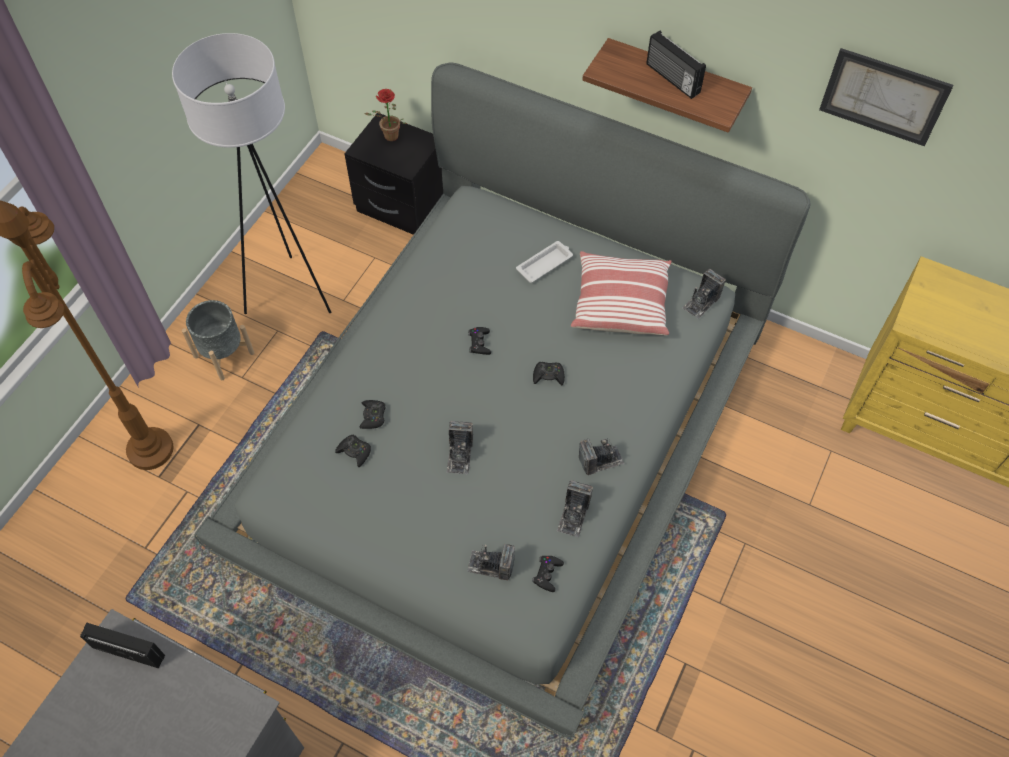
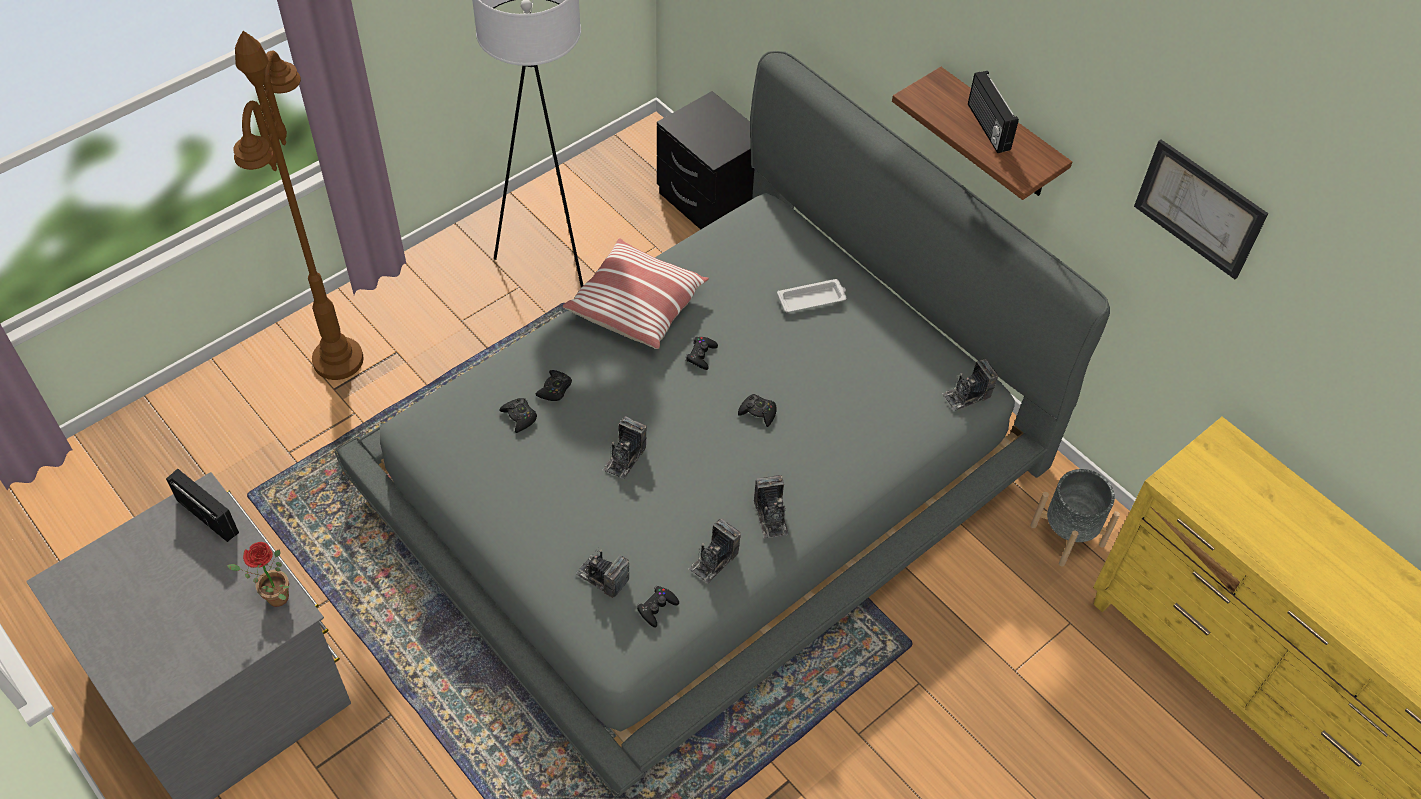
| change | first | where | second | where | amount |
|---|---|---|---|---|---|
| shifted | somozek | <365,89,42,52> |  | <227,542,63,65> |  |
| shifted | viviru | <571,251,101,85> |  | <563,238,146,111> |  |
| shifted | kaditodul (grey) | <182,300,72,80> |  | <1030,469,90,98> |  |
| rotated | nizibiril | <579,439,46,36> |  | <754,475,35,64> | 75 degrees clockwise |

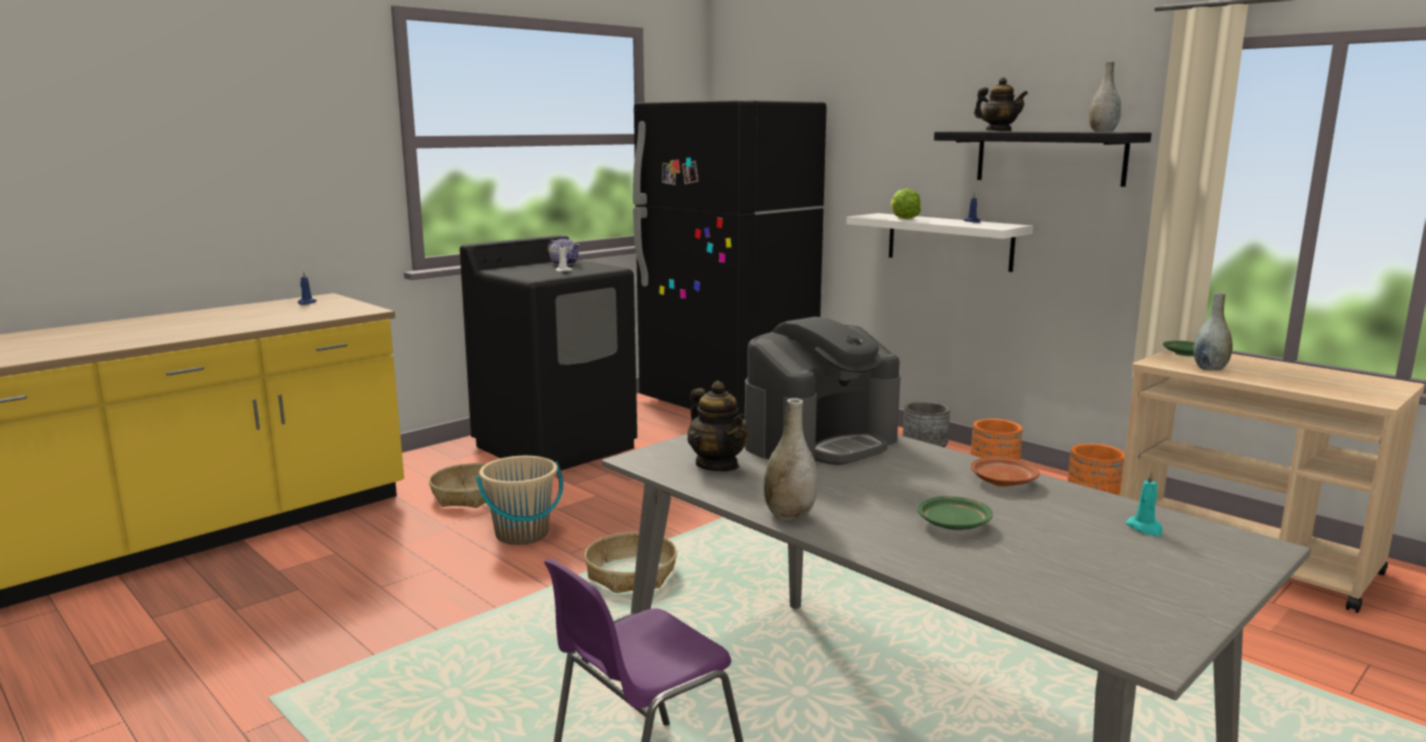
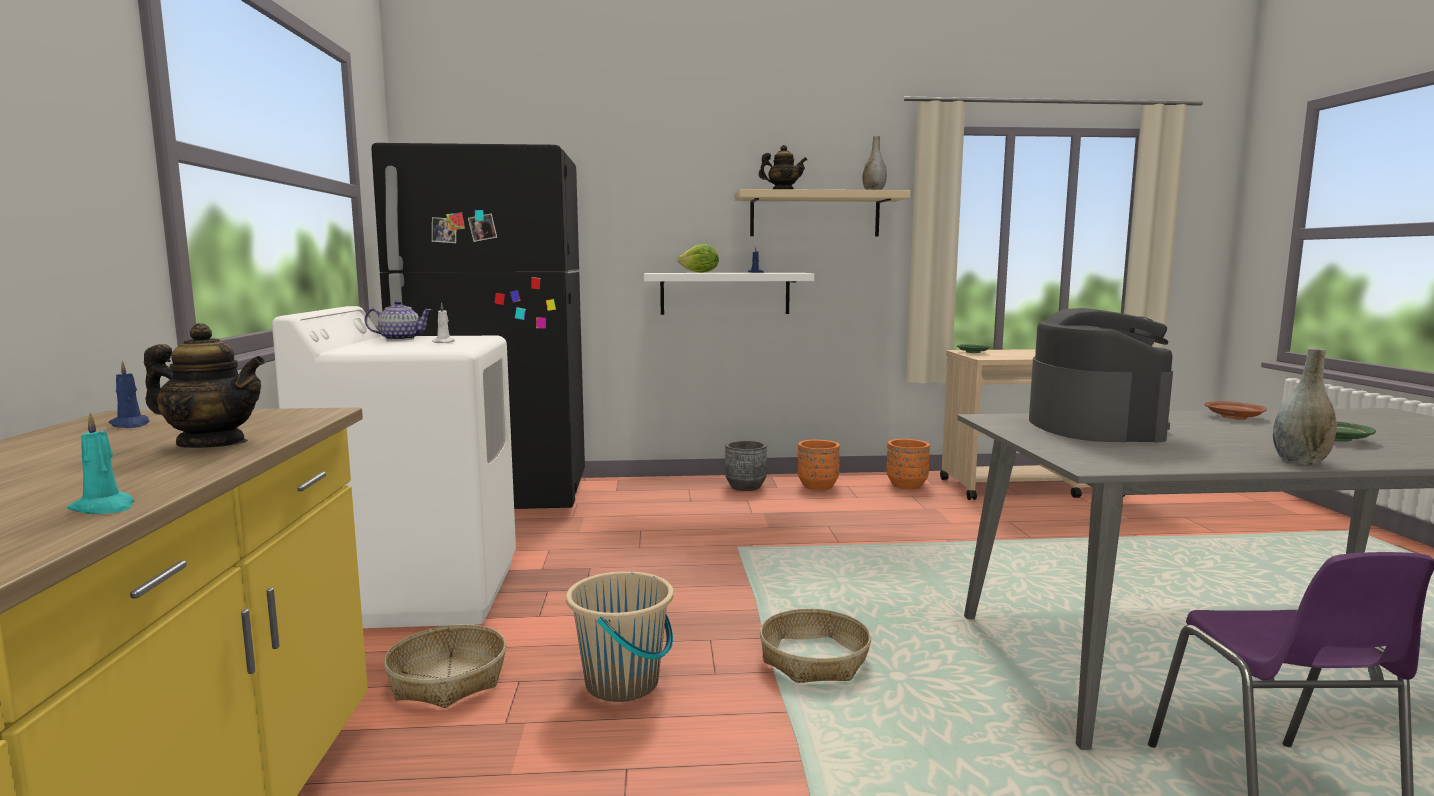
| change | first | where | second | where | amount |
|---|---|---|---|---|---|
| repainted | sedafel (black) | <934,131,218,56> | sedafel (beige) | <735,189,175,48> |  |
| repainted | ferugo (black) | <460,235,177,235> | ferugo (white) | <272,306,244,322> |  |
| gone | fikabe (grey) | <1194,292,39,79> |  |  |  |
| shifted | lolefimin | <687,381,61,90> |  | <144,323,121,125> |  |
| shifted | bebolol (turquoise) | <1126,470,37,66> |  | <67,412,67,102> |  |

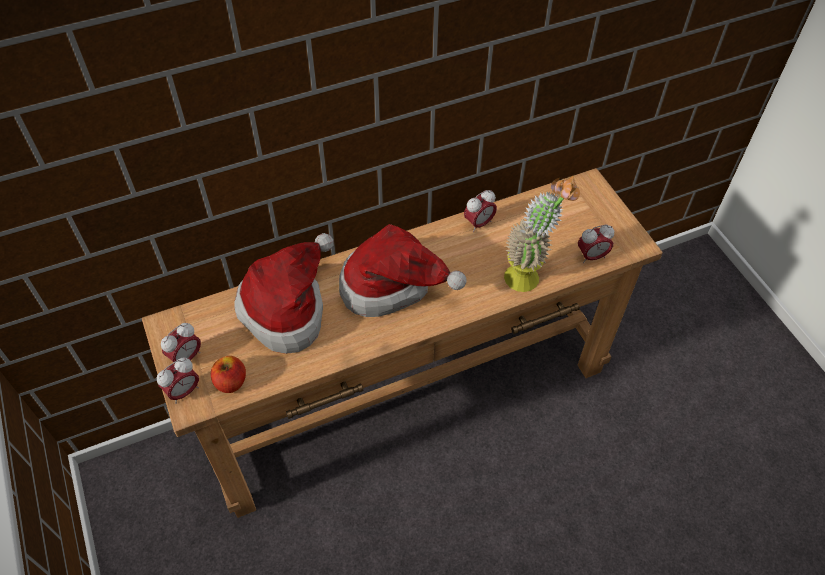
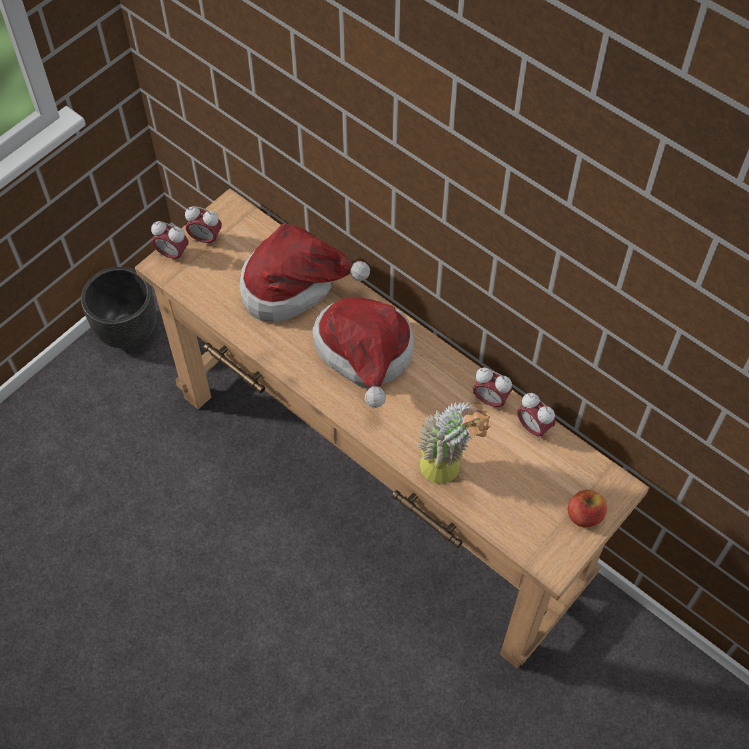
| change | first | where | second | where | amount |
|---|---|---|---|---|---|
| shifted | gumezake | <578,225,36,38> |  | <517,393,38,47> |  |
| shifted | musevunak | <211,356,35,37> |  | <568,490,39,37> |  |
| new |  |  | kaditodul (black) | <81,267,75,82> |  |

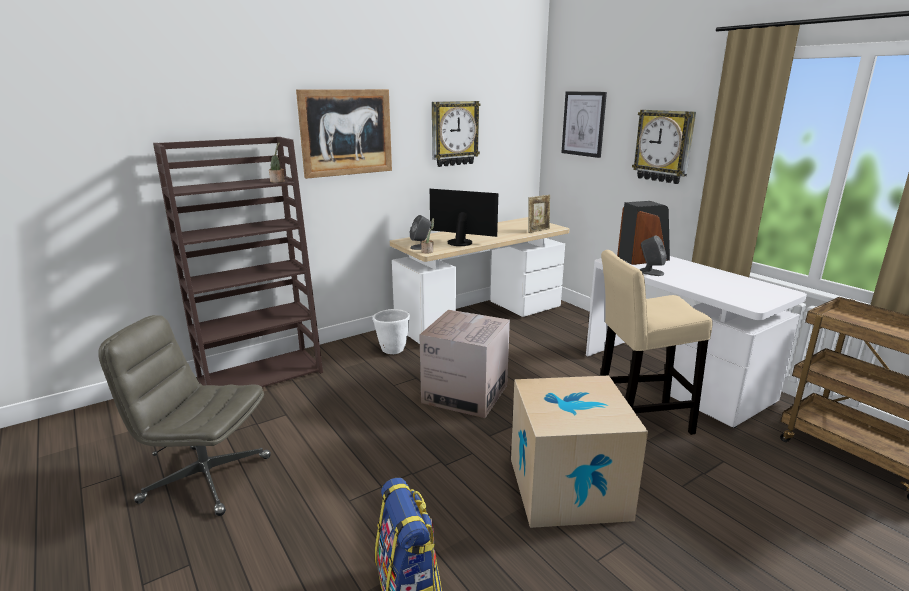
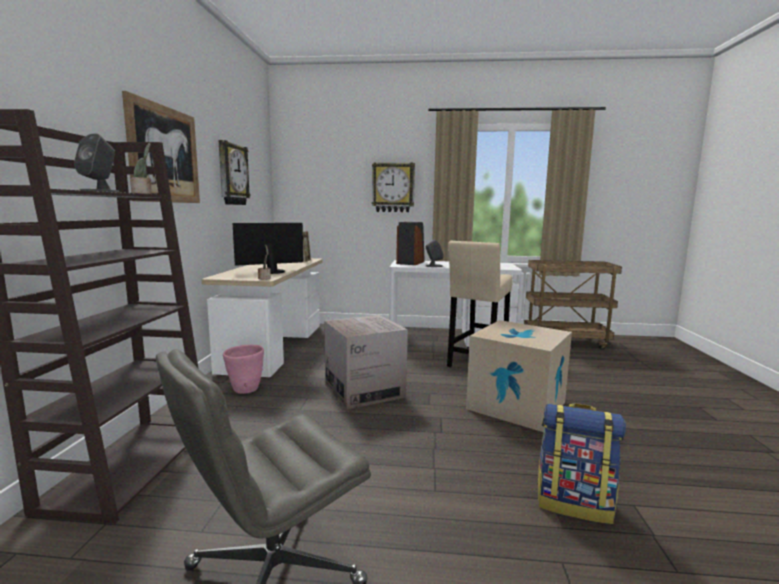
| change | first | where | second | where | amount |
|---|---|---|---|---|---|
| gone | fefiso | <561,91,46,67> |  |  |  |
| shifted | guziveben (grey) | <410,215,21,35> |  | <74,133,46,60> |  |
| repainted | kaditodul (white) | <373,309,37,45> | kaditodul (pink) | <223,345,41,49> |  |

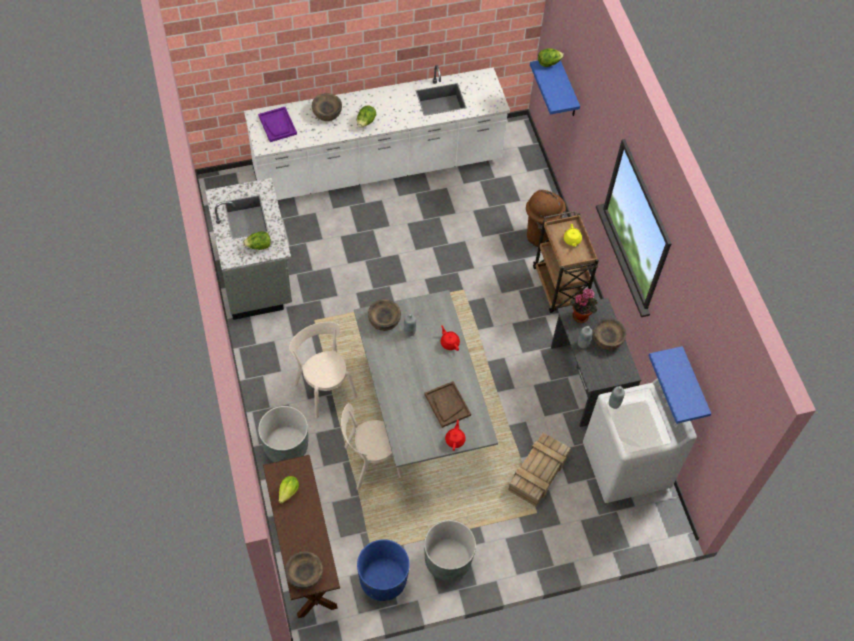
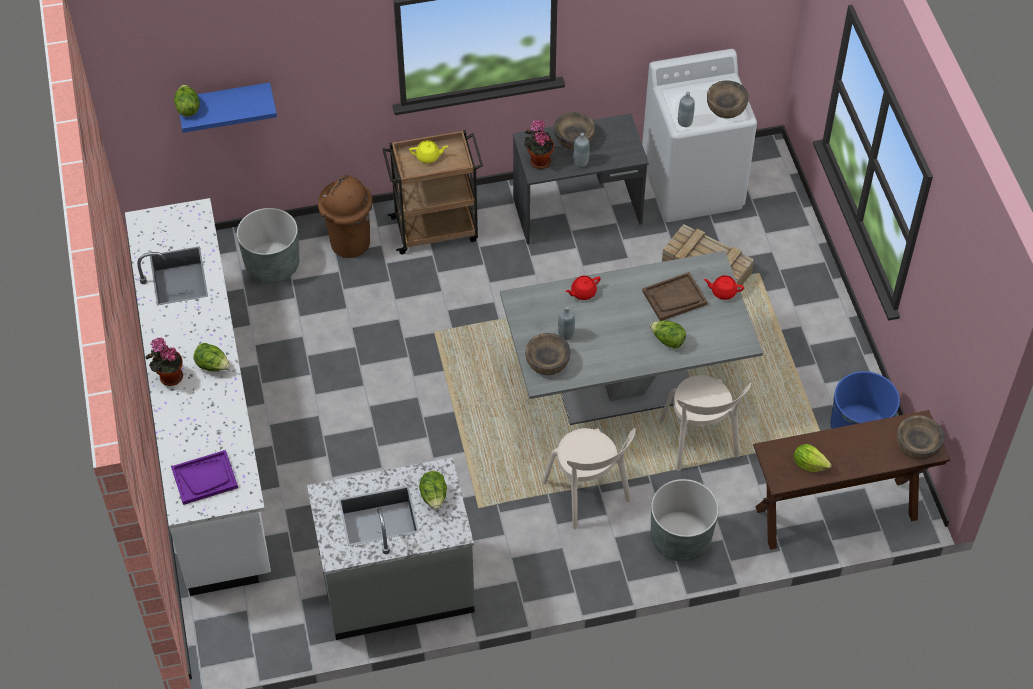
| change | first | where | second | where | amount |
|---|---|---|---|---|---|
| shifted | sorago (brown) | <312,93,30,28> |  | <707,80,42,38> |  |
| rotated | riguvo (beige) | <289,322,68,97> |  | <543,428,93,101> | 90 degrees counterclockwise |
| gone | sedafel (blue) | <649,346,62,78> |  |  |  |
| shifted | kaditodul (grey) | <424,520,52,61> |  | <237,208,63,75> |  |
| new |  |  | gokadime | <650,321,36,28> |  |
| new |  |  | somozek | <146,337,37,49> |  |

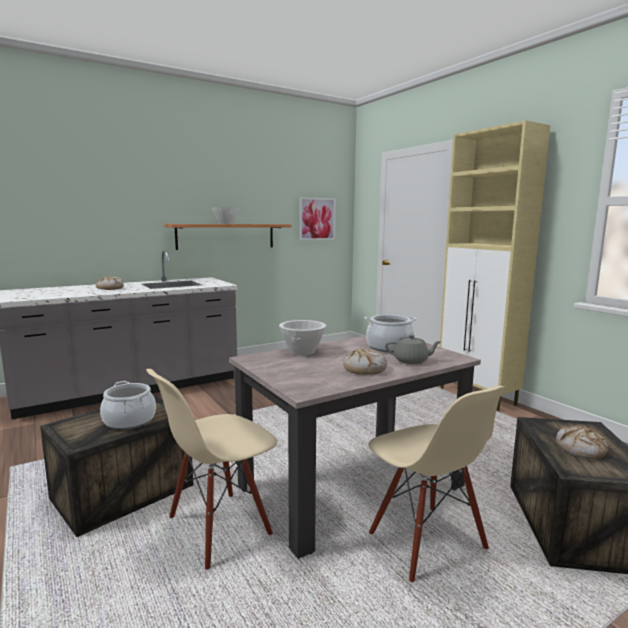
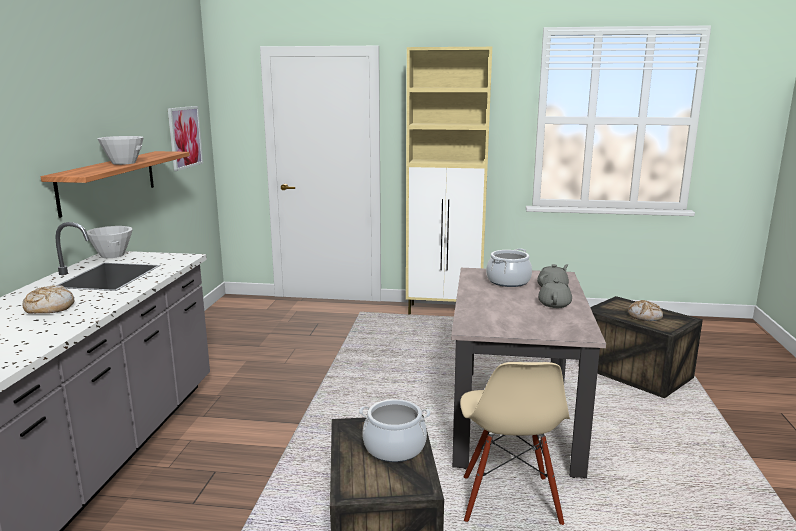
| change | first | where | second | where | amount |
|---|---|---|---|---|---|
| shifted | sorago (white) | <279,320,47,36> |  | <86,226,47,32> |  |
| swapped | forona | <343,348,44,27> | lolefimin (grey) | <538,277,34,31> |  |
| gone | riguvo (beige) | <368,386,137,196> |  |  |  |

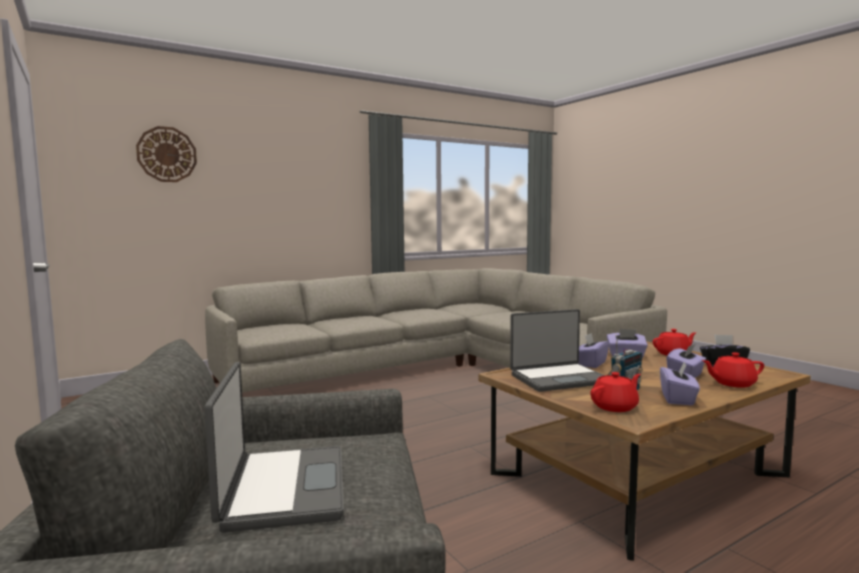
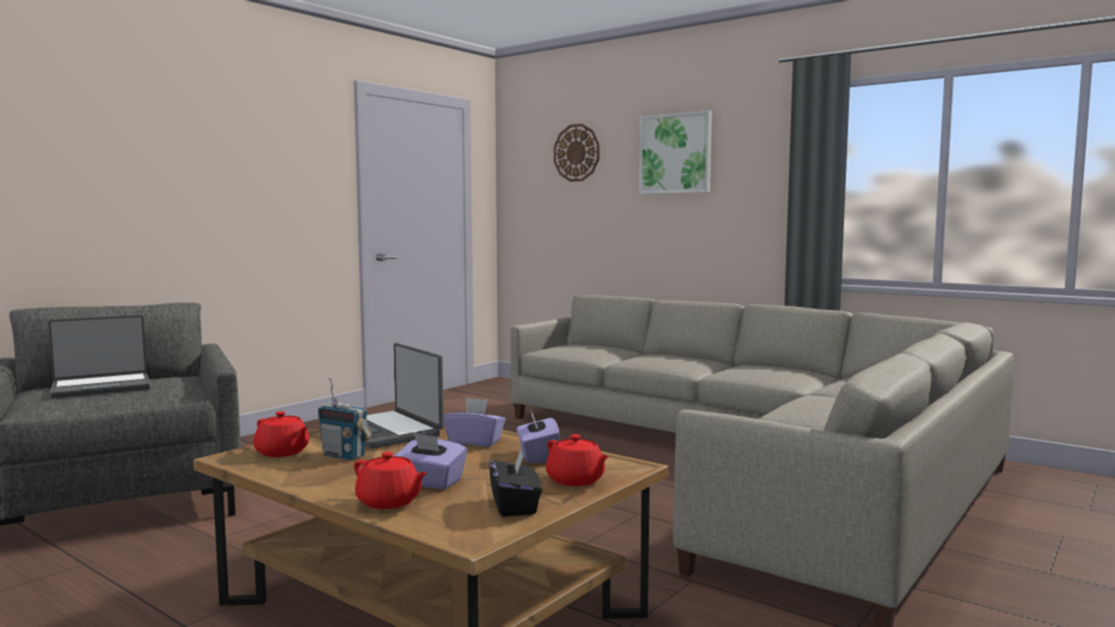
| change | first | where | second | where | amount |
|---|---|---|---|---|---|
| rotated | lolefimin (red) | <702,352,62,36> |  | <354,452,74,57> | 150 degrees clockwise |
| gone | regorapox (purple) | <660,360,40,45> |  |  |  |
| new |  |  | fefiso | <639,110,73,84> |  |

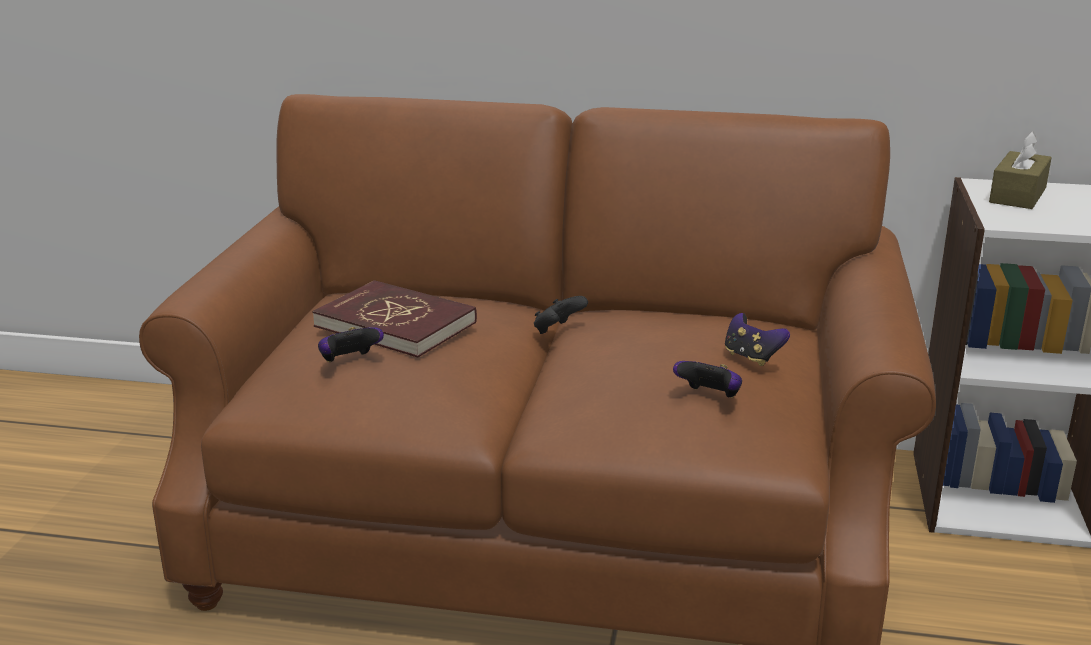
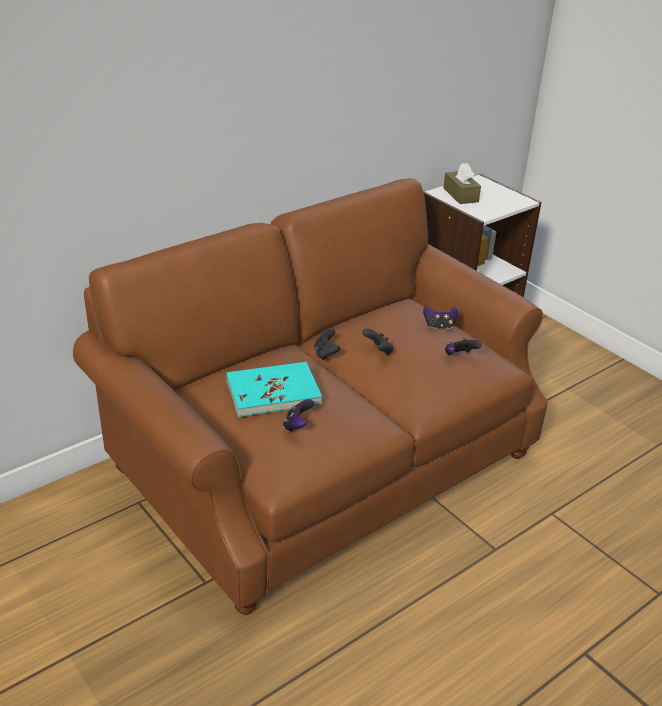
| change | first | where | second | where | amount |
|---|---|---|---|---|---|
| repainted | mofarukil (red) | <312,280,165,78> | mofarukil (turquoise) | <226,362,96,55> |  |
| new |  |  | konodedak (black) | <362,329,32,26> |  |

